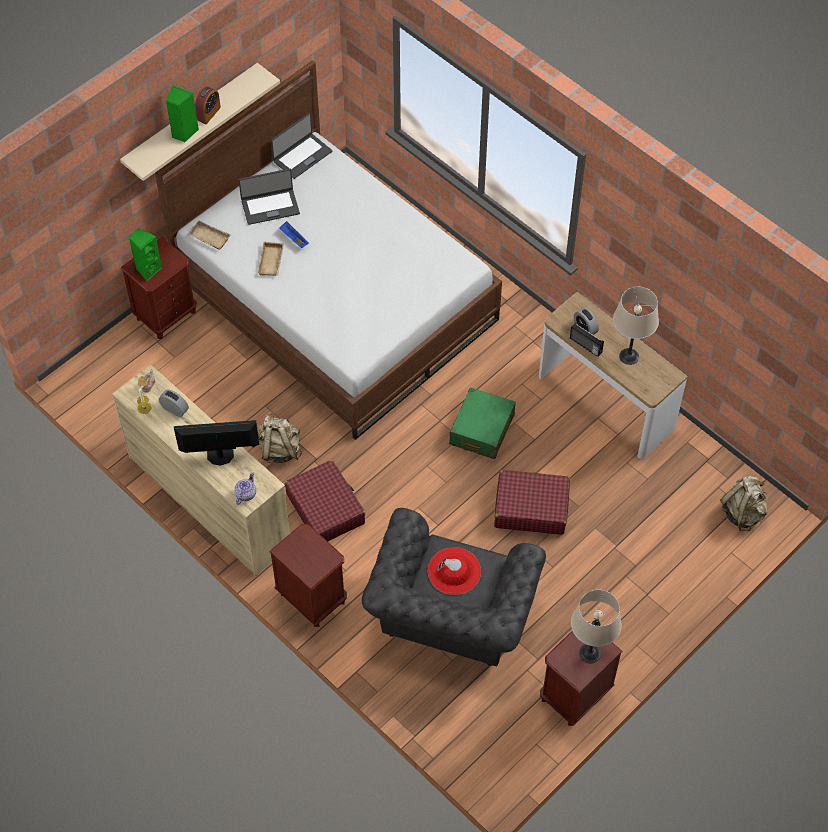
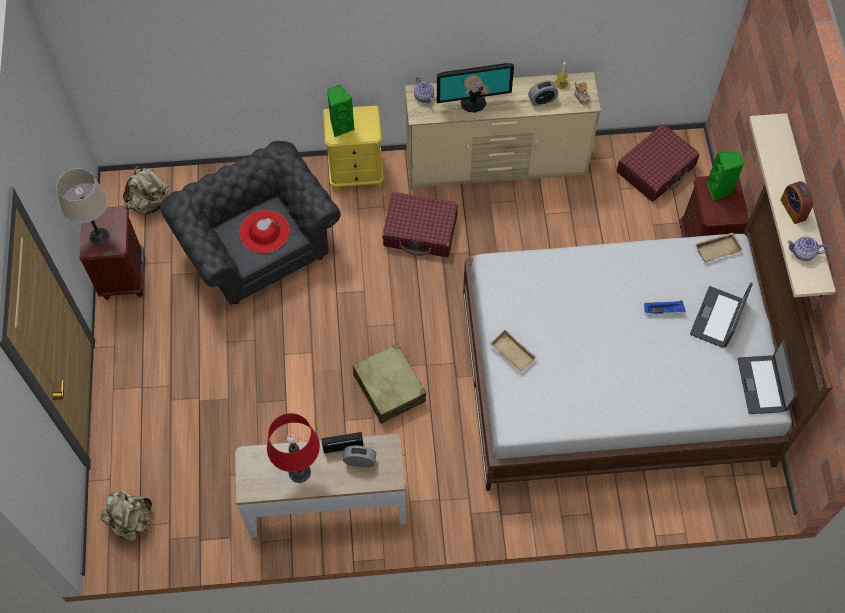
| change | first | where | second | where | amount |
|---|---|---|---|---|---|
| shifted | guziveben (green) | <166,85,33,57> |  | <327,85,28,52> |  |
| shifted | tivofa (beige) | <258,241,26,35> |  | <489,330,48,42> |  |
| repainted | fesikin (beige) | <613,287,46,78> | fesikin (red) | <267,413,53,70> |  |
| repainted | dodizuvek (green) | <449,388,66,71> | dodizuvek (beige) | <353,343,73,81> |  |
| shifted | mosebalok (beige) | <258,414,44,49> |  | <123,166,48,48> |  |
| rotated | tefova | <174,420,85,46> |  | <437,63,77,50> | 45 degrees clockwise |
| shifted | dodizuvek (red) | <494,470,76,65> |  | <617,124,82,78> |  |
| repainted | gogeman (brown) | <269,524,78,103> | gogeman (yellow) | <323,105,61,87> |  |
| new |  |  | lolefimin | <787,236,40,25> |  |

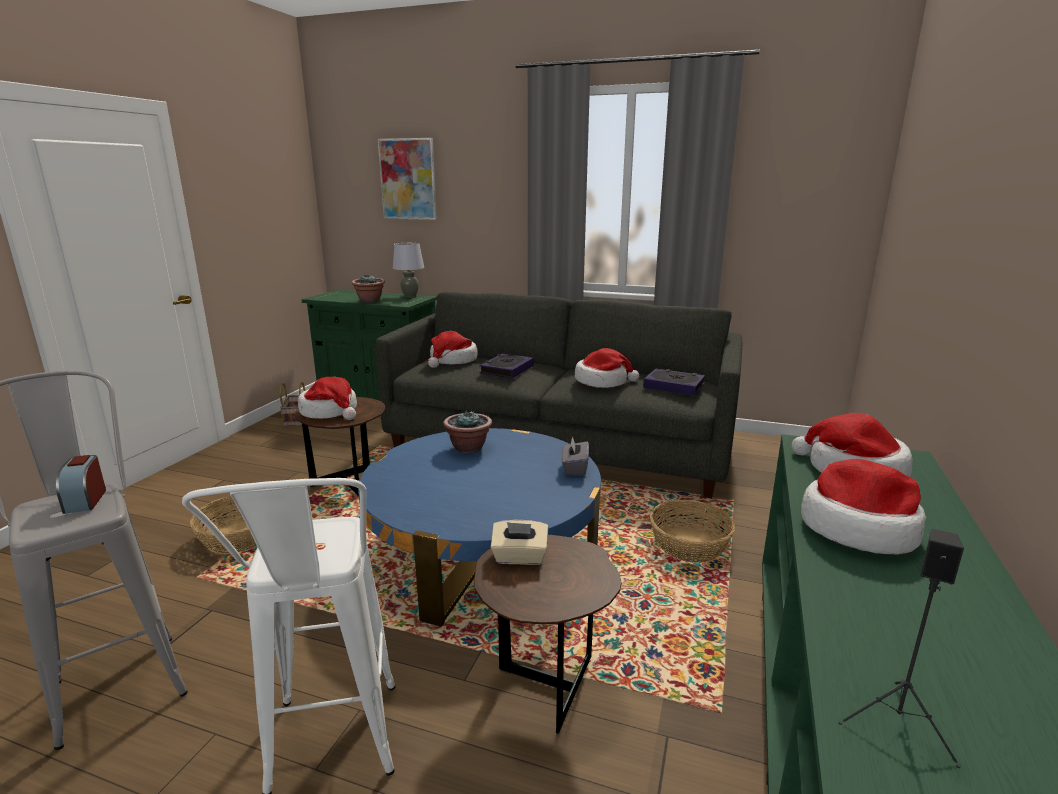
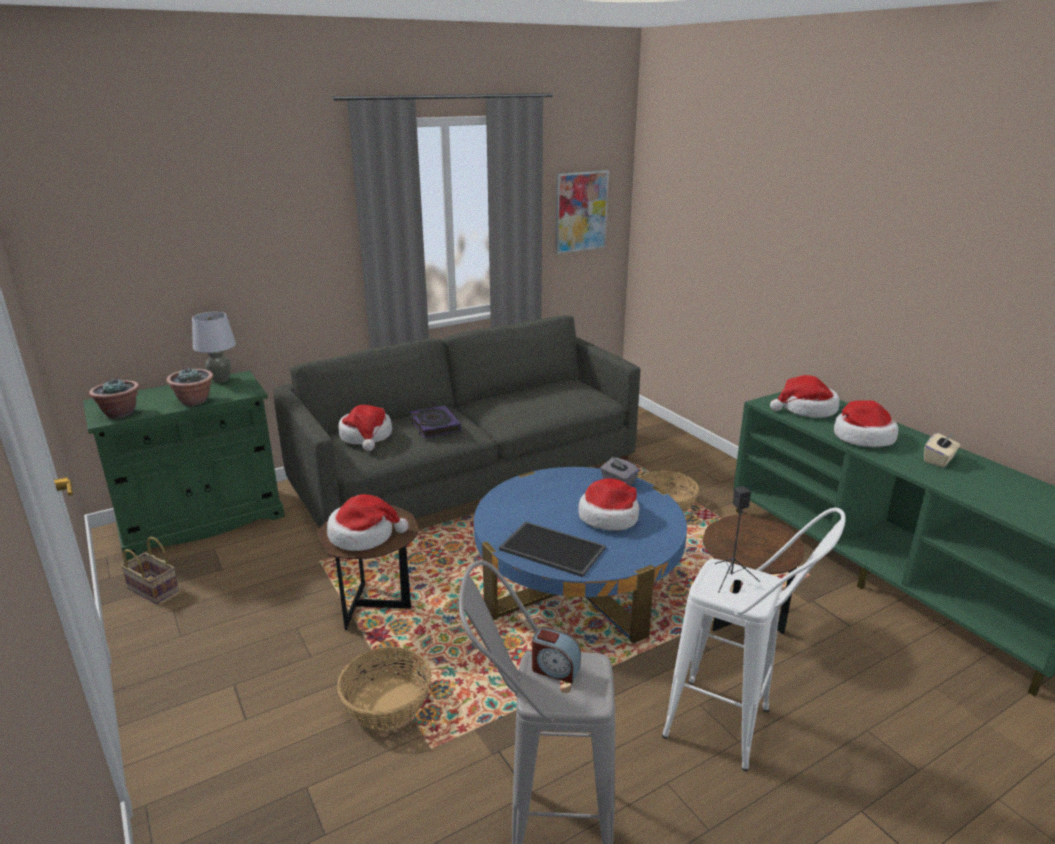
| change | first | where | second | where | amount |
|---|---|---|---|---|---|
| shifted | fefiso | <378,138,59,82> |  | <555,170,54,84> |  |
| shifted | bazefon | <575,348,64,40> |  | <578,478,61,53> |  |
| gone | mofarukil | <643,368,62,28> |  |  |  |
| shifted | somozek | <443,410,49,44> |  | <89,378,50,41> |  |
| shifted | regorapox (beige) | <491,520,57,45> |  | <924,433,36,34> |  |
| shifted | guziveben (black) | <839,529,125,239> |  | <715,486,45,107> |  |
| new |  |  | tivofa | <499,522,107,55> |  |

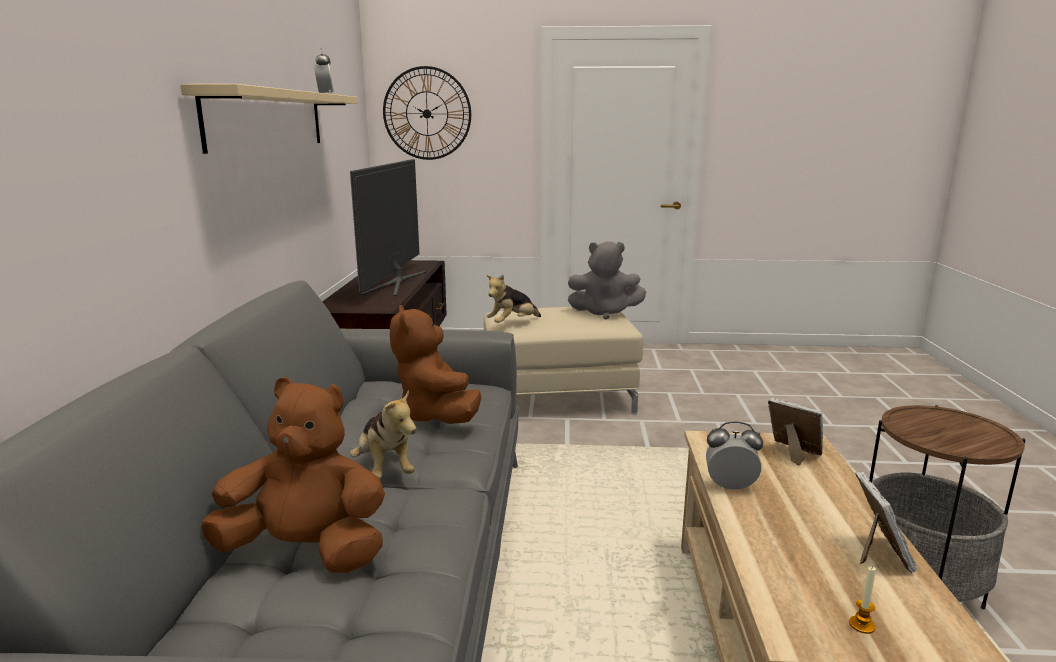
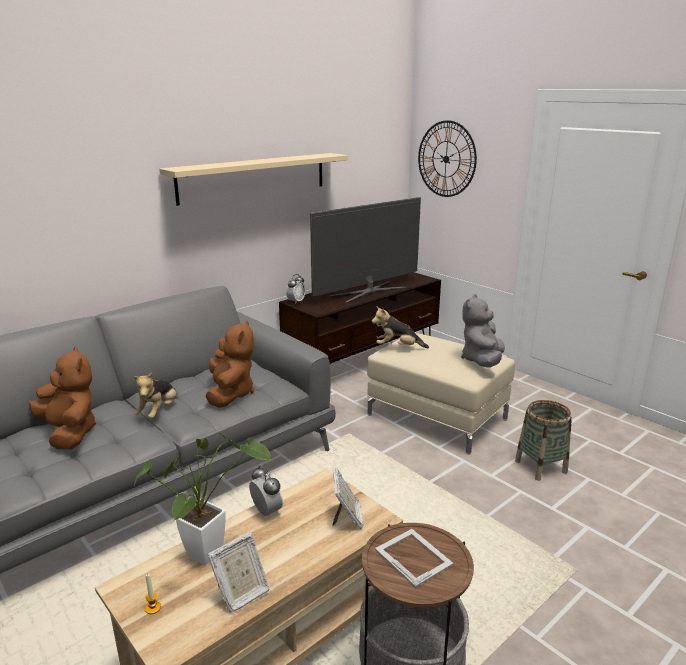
| change | first | where | second | where | amount |
|---|---|---|---|---|---|
| shifted | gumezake | <313,49,21,45> |  | <286,274,19,30> |  |
| rotated | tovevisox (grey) | <568,241,78,78> |  | <461,294,44,74> | 60 degrees clockwise |
| rotated | tovevisox (brown) | <390,305,91,119> |  | <206,320,48,88> | 150 degrees clockwise |
| new |  |  | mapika | <515,400,57,81> |  |
| new |  |  | somozek | <133,433,138,132> |  |
| new |  |  | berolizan | <375,529,78,58> |  |

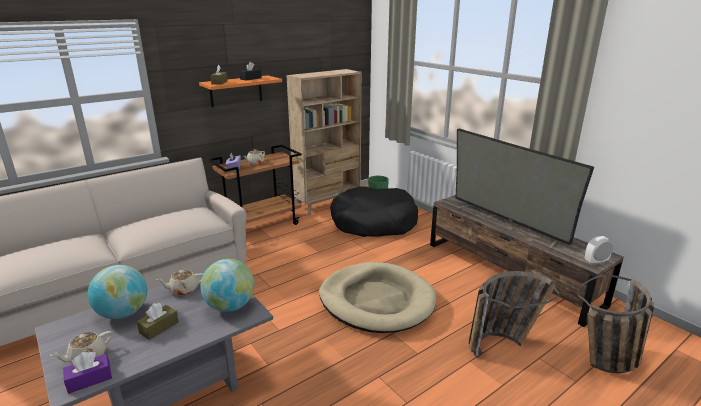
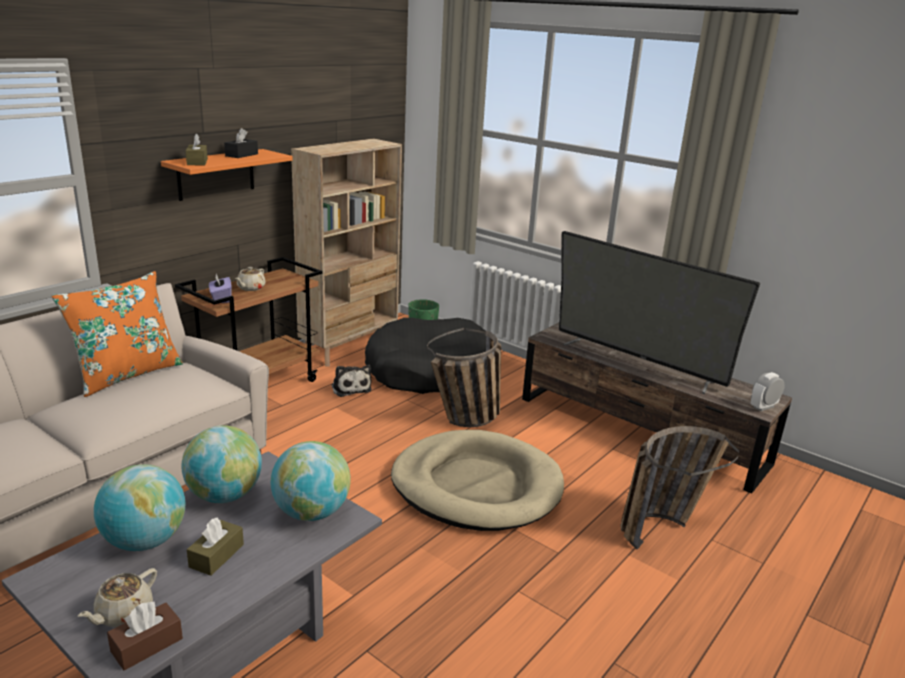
| change | first | where | second | where | amount |
|---|---|---|---|---|---|
| swapped | lolefimin (beige) | <156,270,47,25> | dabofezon | <182,425,80,78> |  |
| shifted | mapika | <578,273,76,100> |  | <427,328,74,99> |  |
| repainted | regorapox (purple) | <63,352,49,42> | regorapox (brown) | <107,602,76,69> |  |
| new |  |  | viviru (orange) | <51,271,132,126> |  |
| new |  |  | tovevisox | <332,365,40,32> |  |

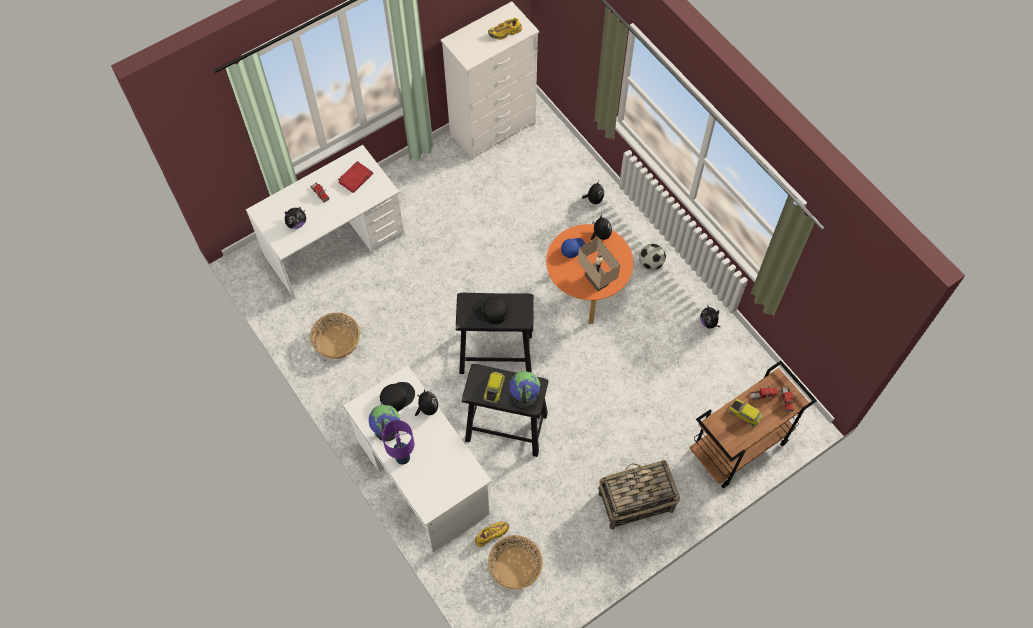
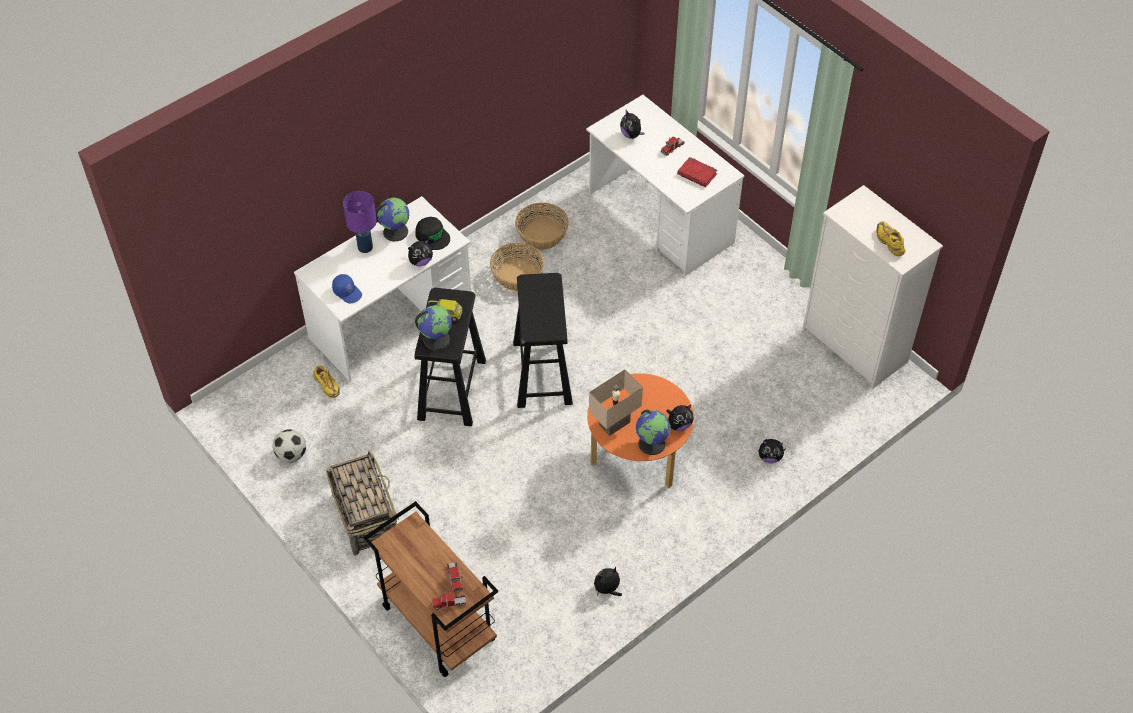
| change | first | where | second | where | amount |
|---|---|---|---|---|---|
| shifted | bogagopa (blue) | <561,238,24,20> |  | <332,274,30,29> |  |
| shifted | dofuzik | <639,244,27,26> |  | <272,429,34,34> |  |
| gone | bogagopa (black) | <473,297,35,27> |  |  |  |
| gone | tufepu | <729,399,33,28> |  |  |  |
| shifted | mapika | <488,535,55,54> |  | <490,242,55,49> |  |
| new |  |  | dabofezon | <636,409,35,46> |  |

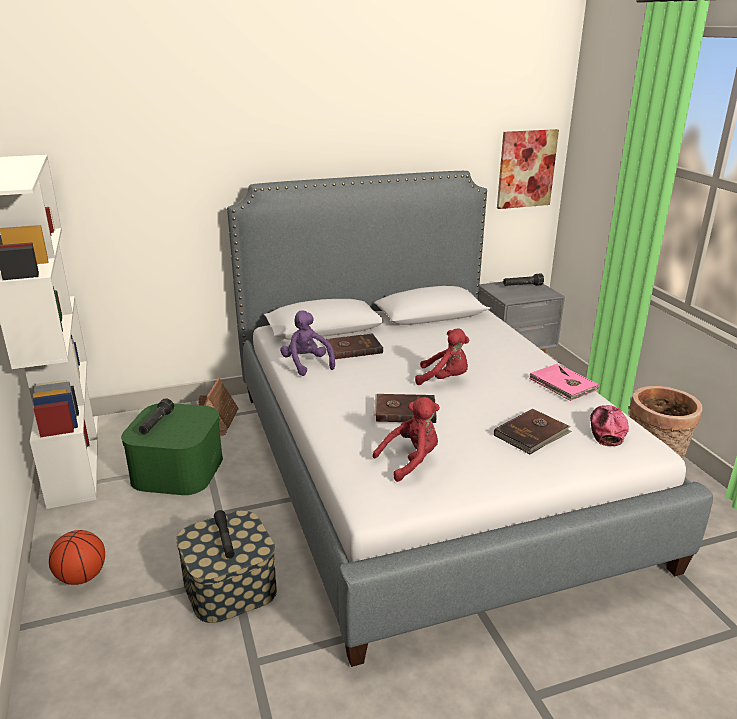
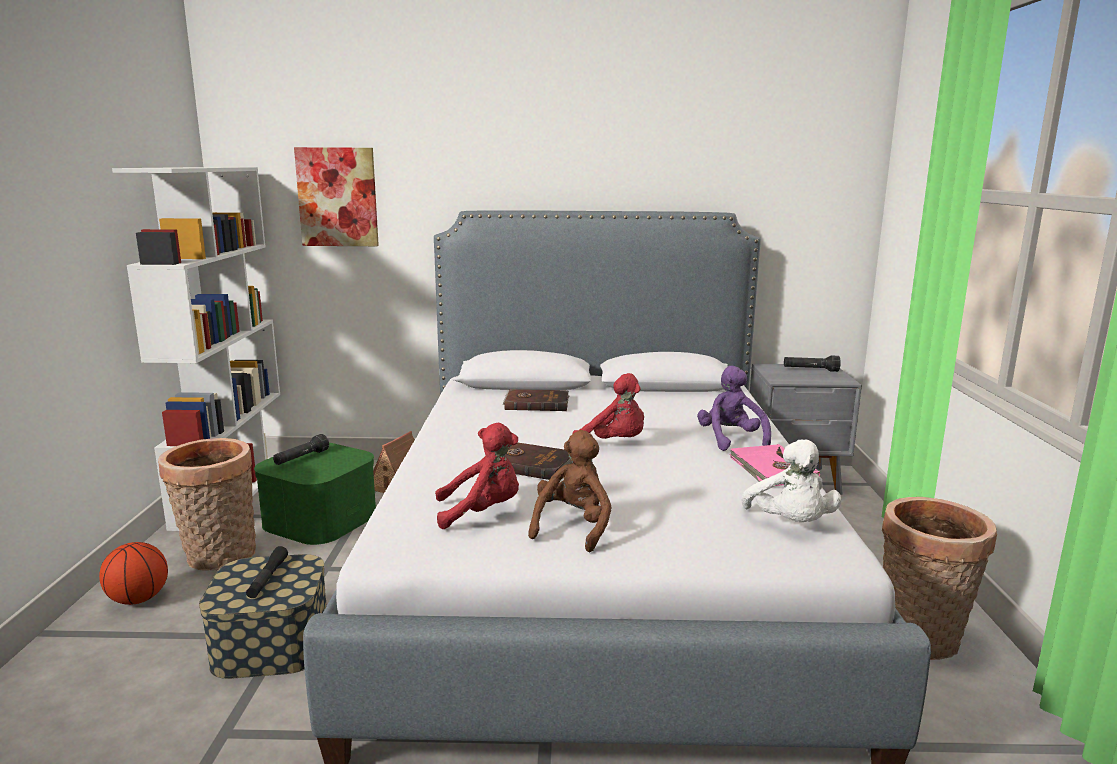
| change | first | where | second | where | amount |
|---|---|---|---|---|---|
| shifted | fefiso | <497,129,62,80> |  | <294,147,85,99> |  |
| shifted | tovevisox (purple) | <280,310,55,66> |  | <697,366,74,85> |  |
| swapped | bogagopa | <590,405,39,41> | tovevisox (white) | <741,440,100,82> |  |
| gone | mofarukil (brown) | <494,409,78,45> |  |  |  |
| new |  |  | tovevisox (brown) | <528,430,84,122> |  |
| new |  |  | mapika | <158,438,98,132> |  |

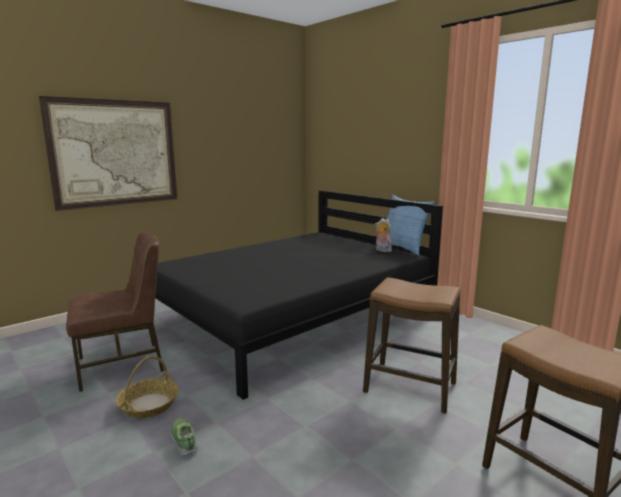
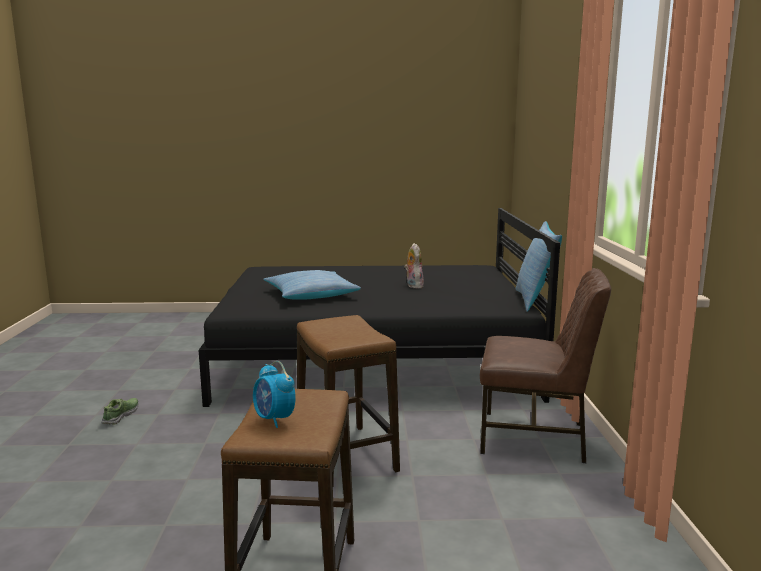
| change | first | where | second | where | amount |
|---|---|---|---|---|---|
| gone | fefiso | <39,96,138,115> |  |  |  |
| shifted | tovevisox | <374,218,18,34> |  | <404,243,20,46> |  |
| shifted | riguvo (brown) | <66,231,98,161> |  | <480,268,131,195> |  |
| gone | mapika | <116,356,63,62> |  |  |  |
| new |  |  | viviru | <263,270,98,30> |  |
| new |  |  | gumezake | <253,361,43,67> |  |

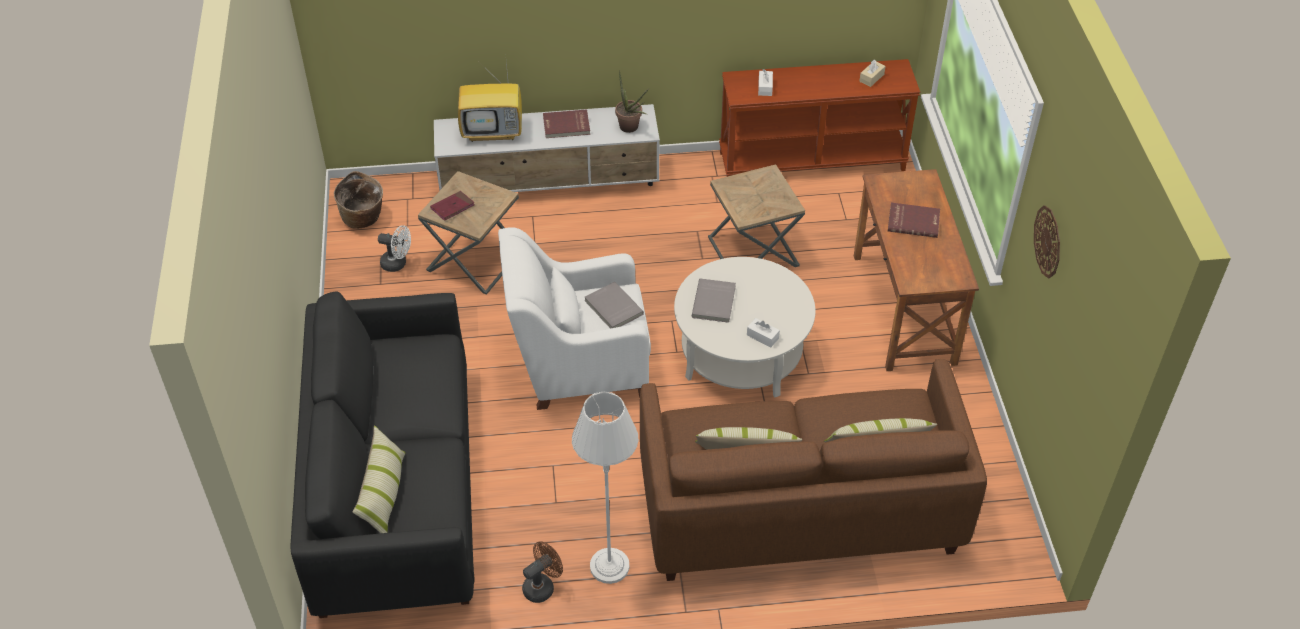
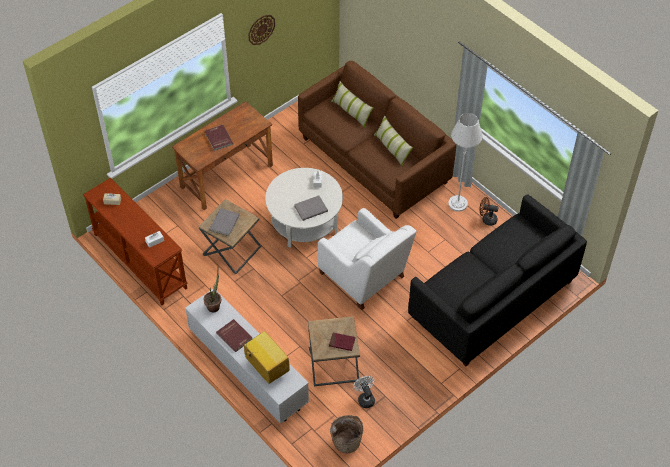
| change | first | where | second | where | amount |
|---|---|---|---|---|---|
| shifted | mofarukil (grey) | <585,282,59,47> |  | <209,208,31,28> |  |
| gone | viviru | <353,425,53,108> |  |  |  |

